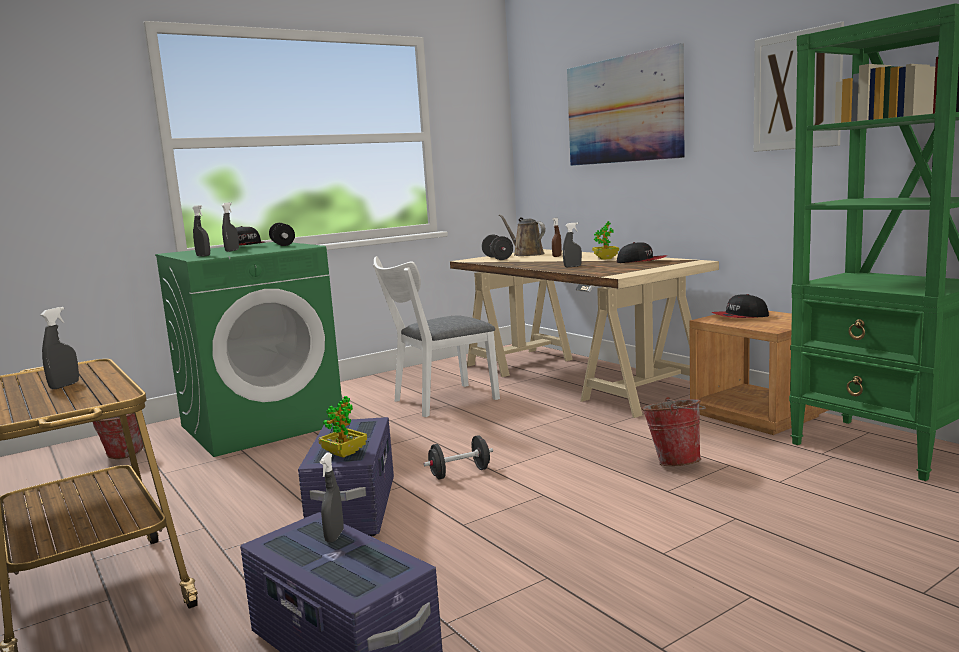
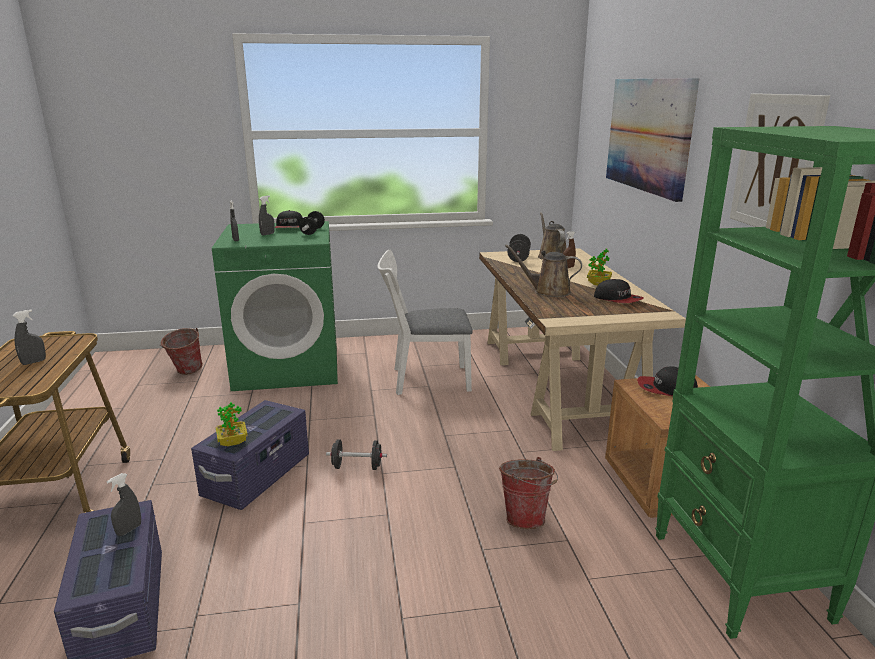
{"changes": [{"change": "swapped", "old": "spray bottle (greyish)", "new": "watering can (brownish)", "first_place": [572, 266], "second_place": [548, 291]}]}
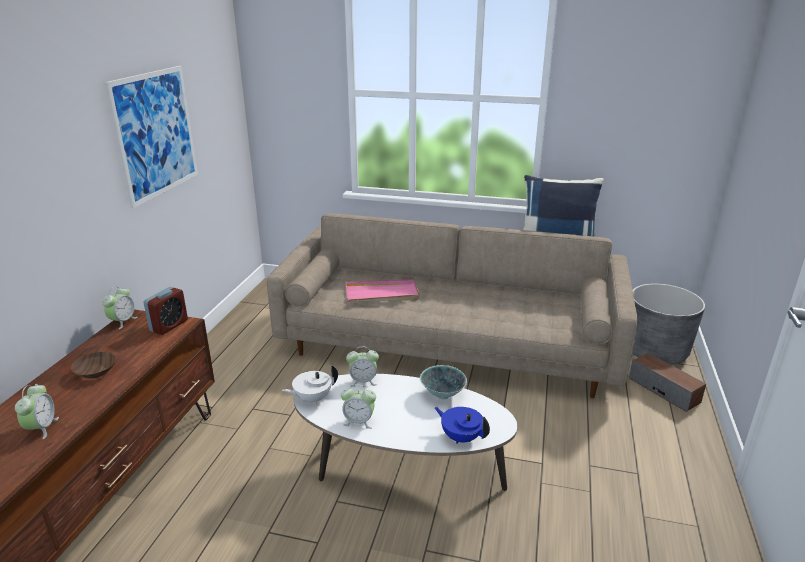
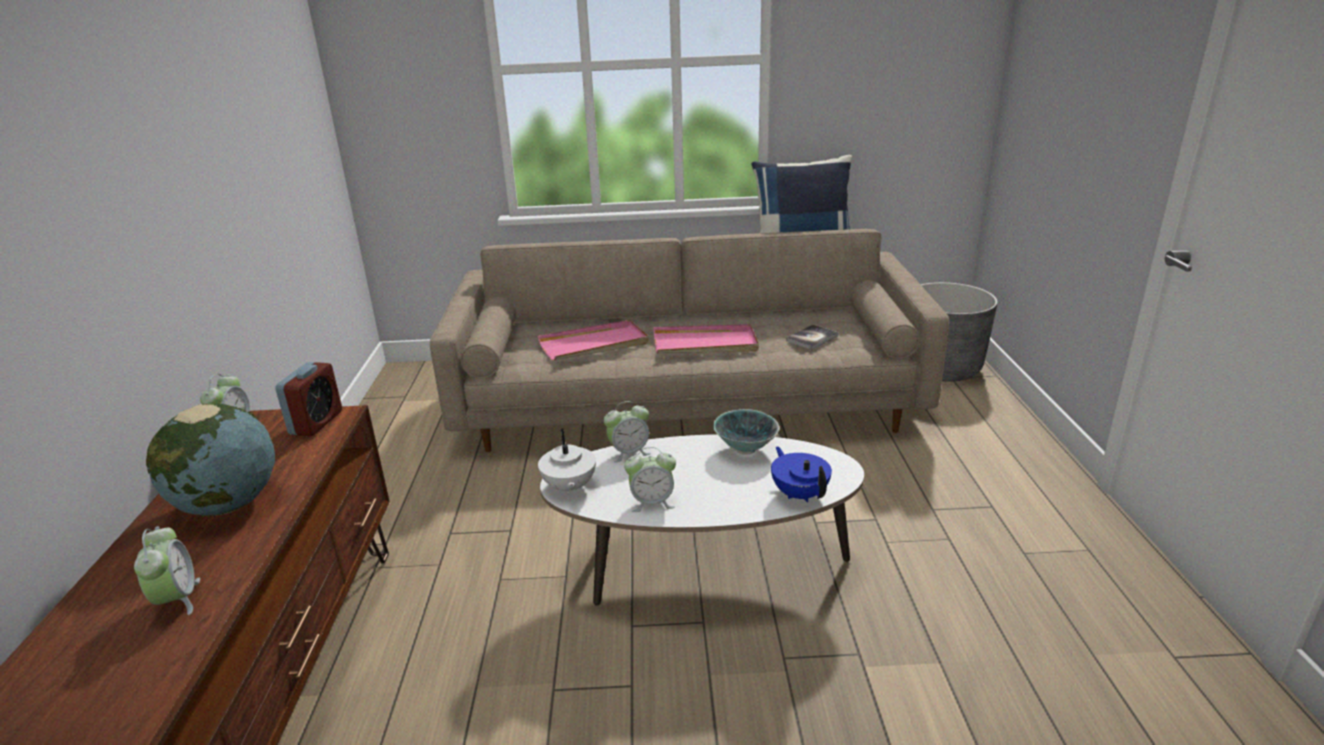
{"changes": [{"change": "gone", "old": "wall picture", "first_place": [155, 134]}, {"change": "swapped", "old": "serving bowl (brownish)", "new": "globe", "first_place": [95, 372], "second_place": [228, 505]}, {"change": "gone", "old": "loudspeaker", "first_place": [664, 390]}, {"change": "rotated", "old": "tea pot (white-coloured)", "first_place": [312, 398], "second_place": [569, 487], "degrees": -60}, {"change": "rotated", "old": "tea pot (blue-coloured)", "first_place": [461, 437], "second_place": [799, 494], "degrees": 45}, {"change": "new", "new": "tray (pink)", "second_place": [705, 344]}, {"change": "new", "new": "bound book", "second_place": [812, 338]}]}
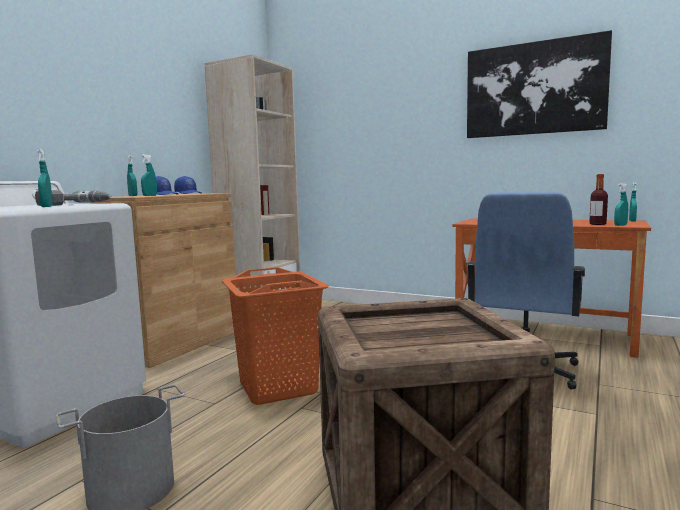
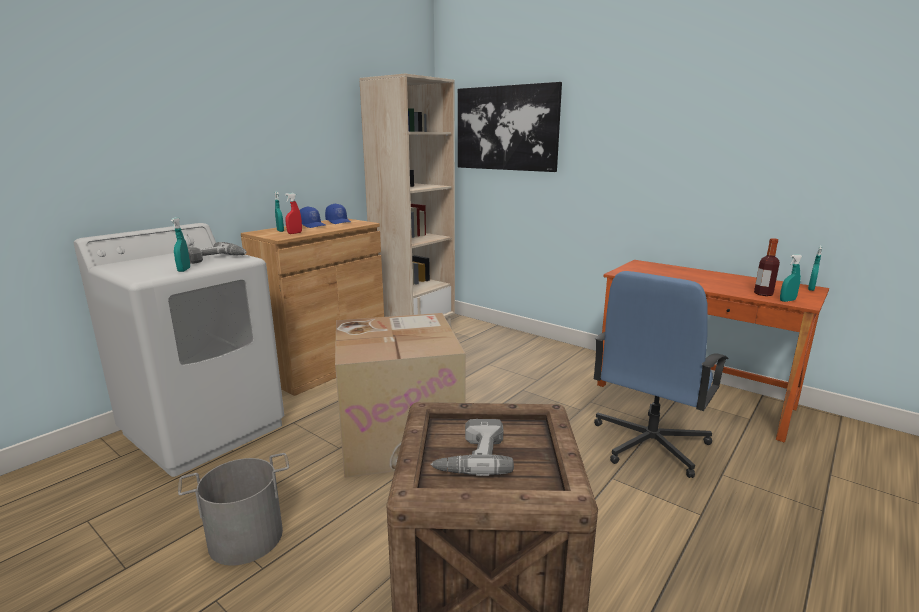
{"changes": [{"change": "shifted", "old": "wall picture", "first_place": [534, 88], "second_place": [506, 128]}, {"change": "repainted", "old": "spray bottle (blue-green)", "new": "spray bottle (red)", "first_place": [149, 195], "second_place": [294, 233]}, {"change": "swapped", "old": "hamper (orangey)", "new": "carton", "first_place": [278, 387], "second_place": [401, 435]}, {"change": "new", "new": "electric drill", "second_place": [471, 456]}]}
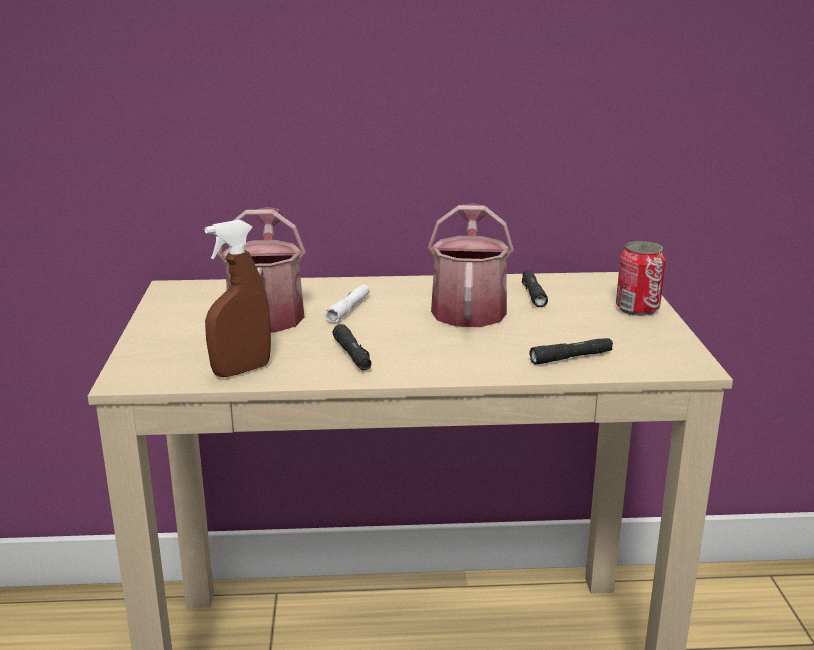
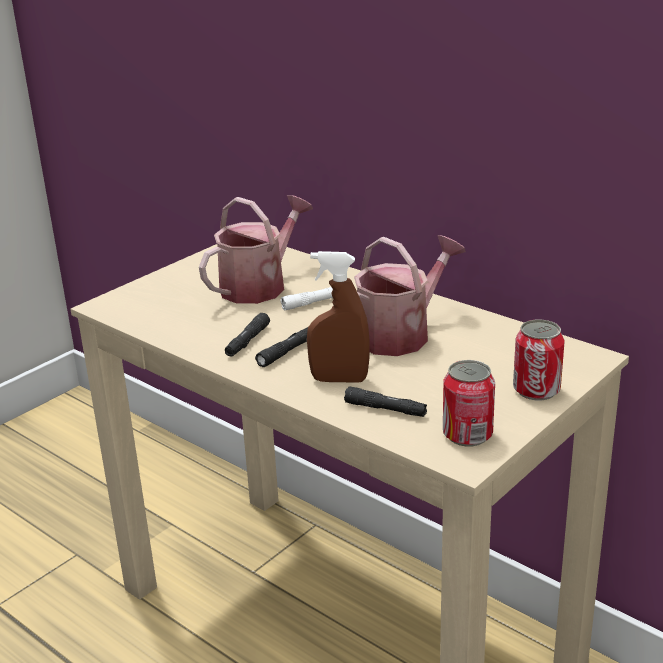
{"changes": [{"change": "shifted", "old": "spray bottle (brownish)", "first_place": [241, 370], "second_place": [339, 379]}, {"change": "shifted", "old": "hand torch (black-coloured)", "first_place": [533, 294], "second_place": [287, 352]}, {"change": "new", "new": "sealed can", "second_place": [467, 435]}]}
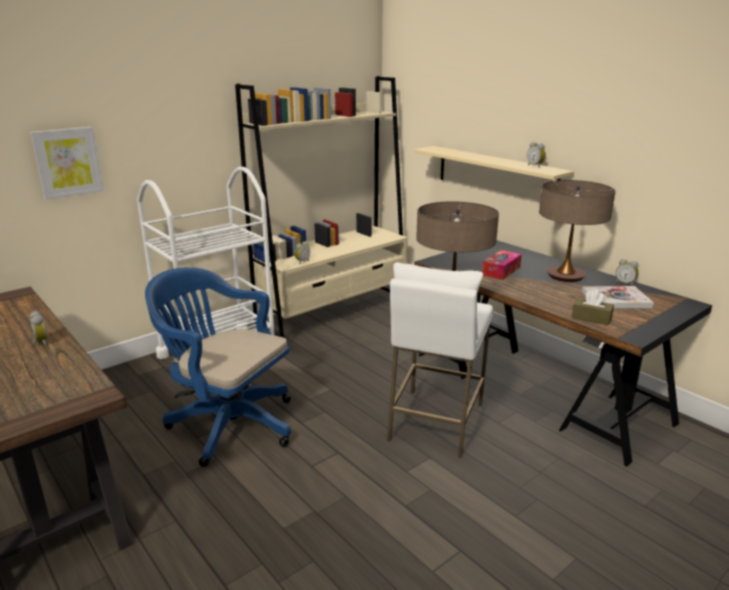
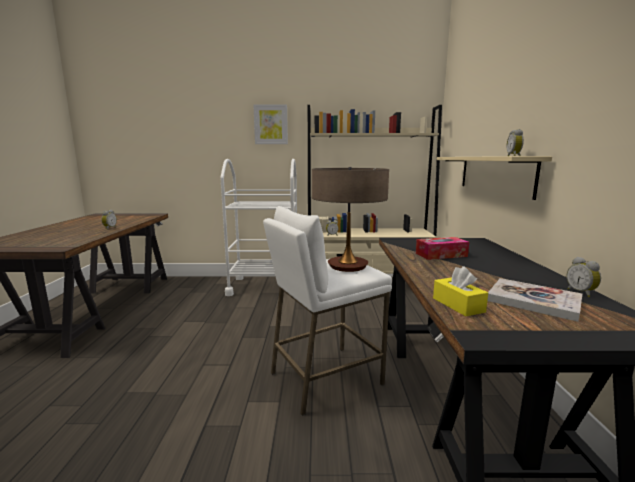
{"changes": [{"change": "shifted", "old": "wall picture", "first_place": [68, 162], "second_place": [271, 124]}, {"change": "gone", "old": "tabletop lamp", "first_place": [565, 276]}, {"change": "gone", "old": "office chair (blue-coloured)", "first_place": [227, 423]}, {"change": "repainted", "old": "tissue box (brownish)", "new": "tissue box (yellow-coloured)", "first_place": [591, 318], "second_place": [458, 305]}]}
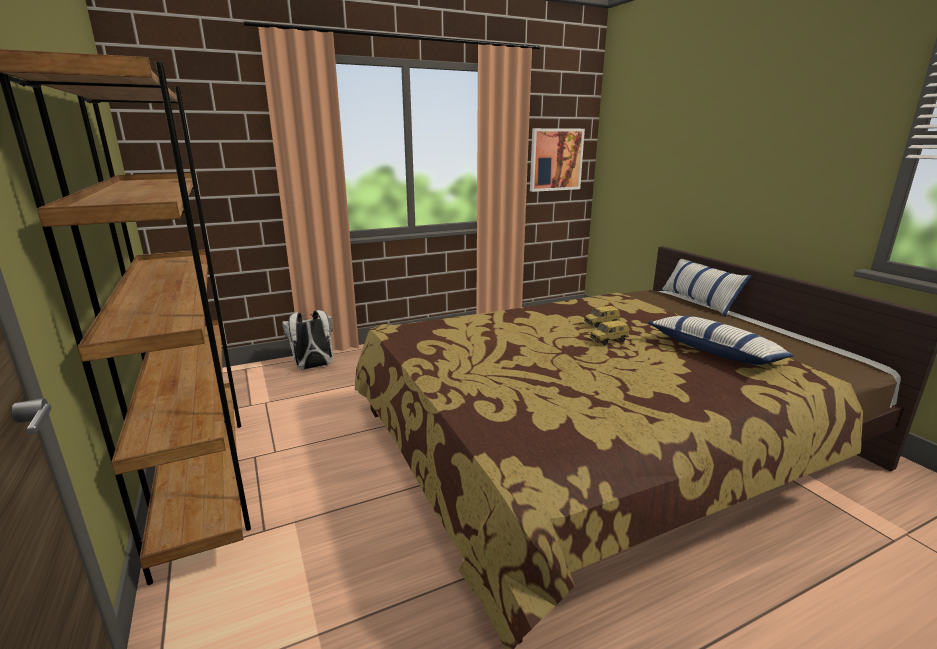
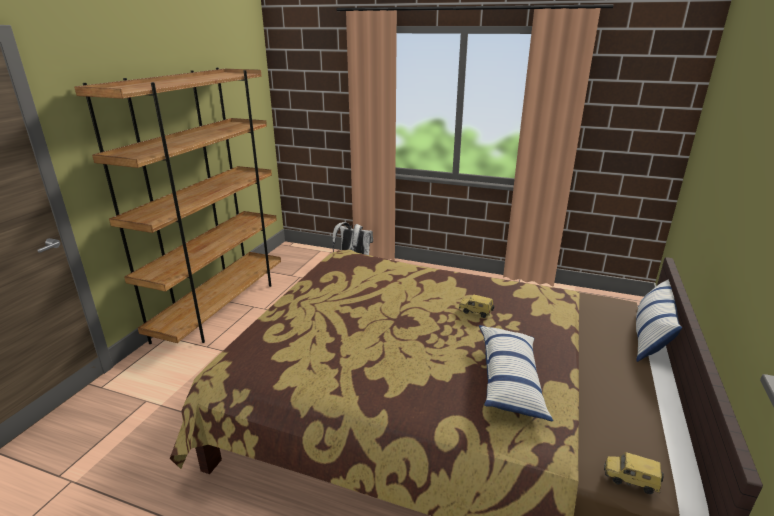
{"changes": [{"change": "gone", "old": "wall picture", "first_place": [555, 159]}, {"change": "shifted", "old": "miniature car", "first_place": [609, 341], "second_place": [630, 481]}]}
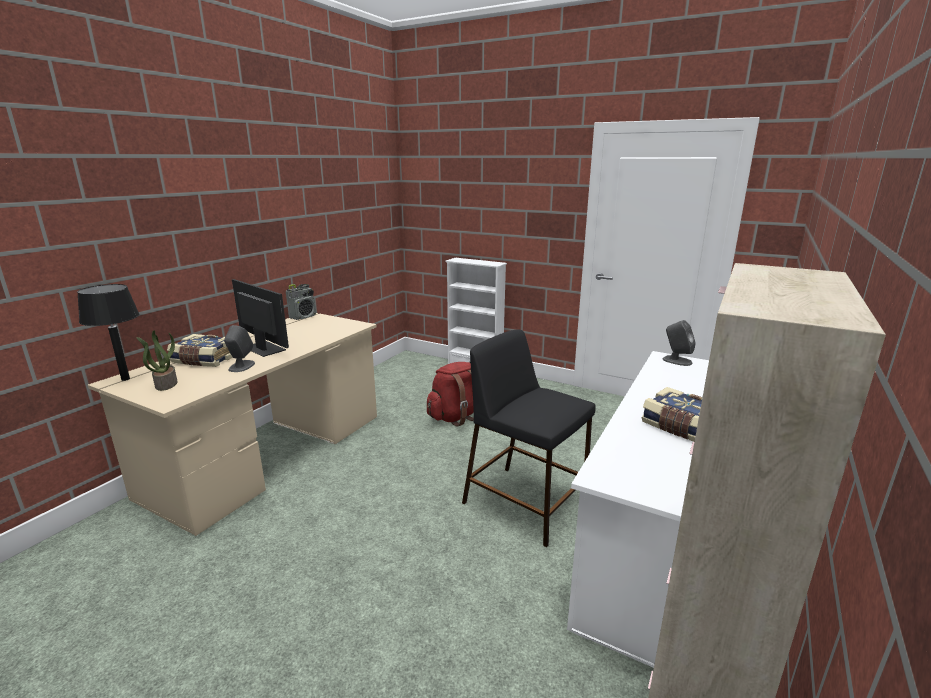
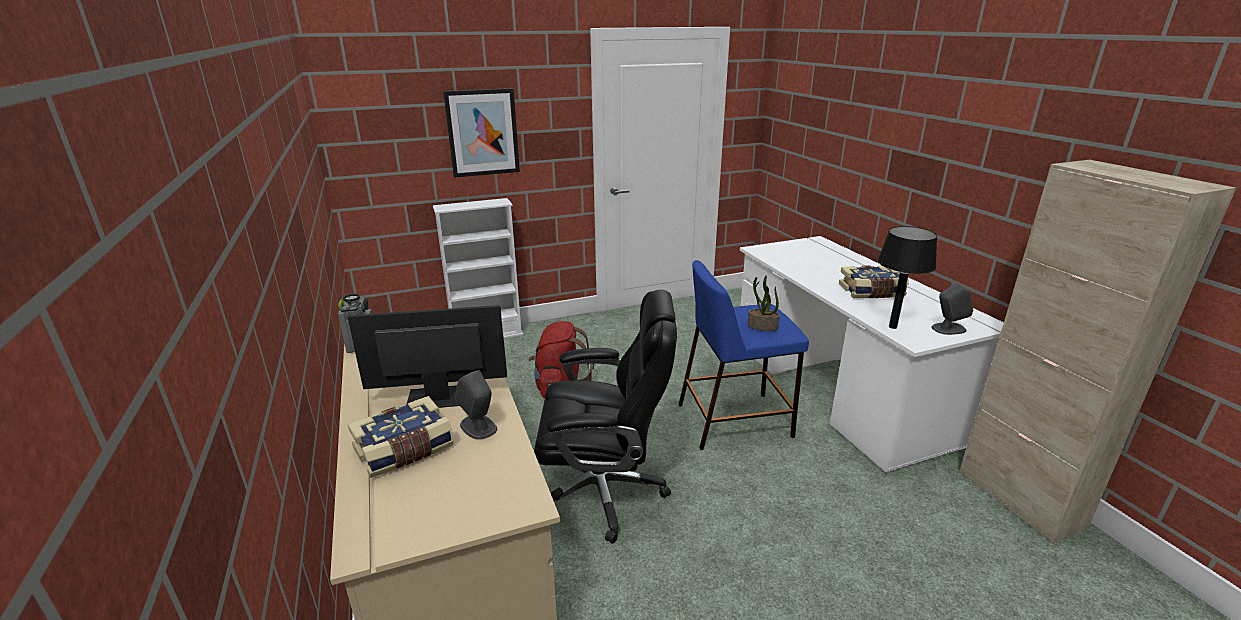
{"changes": [{"change": "shifted", "old": "tabletop lamp (black-coloured)", "first_place": [126, 379], "second_place": [892, 326]}, {"change": "shifted", "old": "loudspeaker (greyish)", "first_place": [676, 361], "second_place": [948, 329]}, {"change": "shifted", "old": "plant in a pot", "first_place": [165, 384], "second_place": [762, 326]}, {"change": "repainted", "old": "stool seat (black-coloured)", "new": "stool seat (blue-coloured)", "first_place": [526, 504], "second_place": [735, 420]}, {"change": "new", "new": "wall picture", "second_place": [482, 132]}, {"change": "new", "new": "office chair (black-coloured)", "second_place": [603, 491]}]}
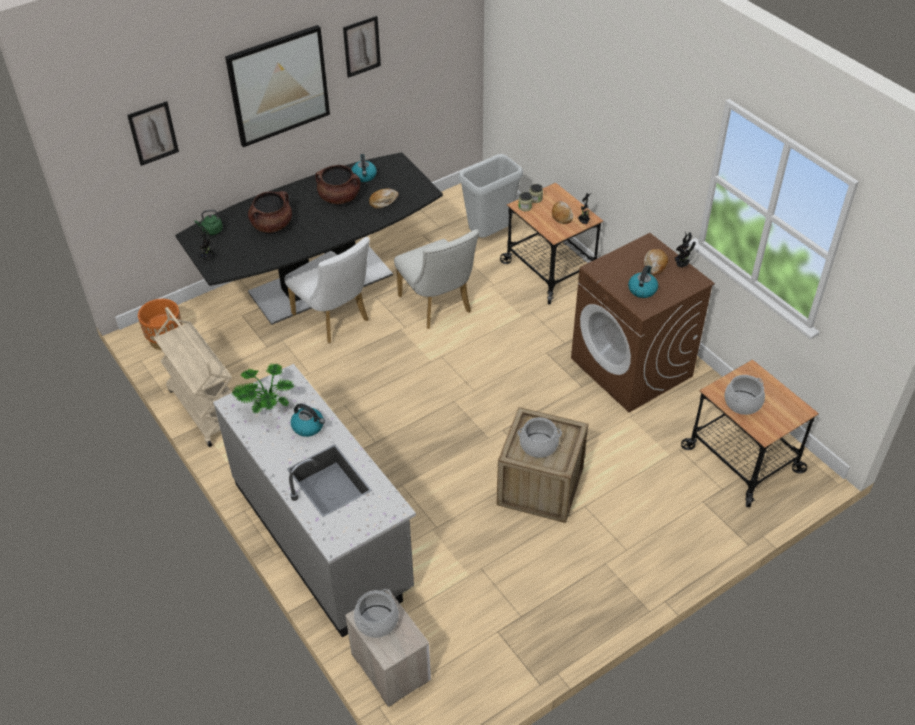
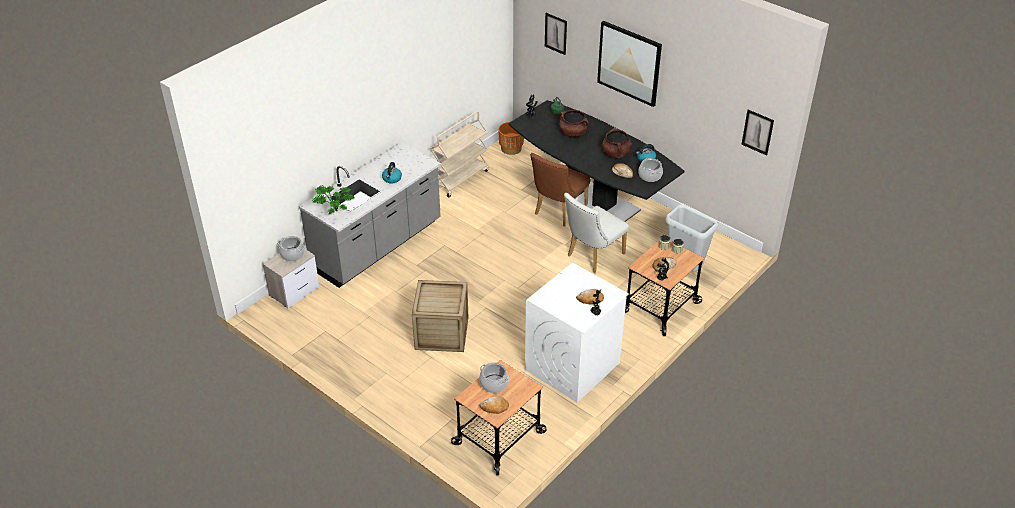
{"changes": [{"change": "shifted", "old": "wall picture", "first_place": [361, 46], "second_place": [757, 132]}, {"change": "repainted", "old": "laundry appliance (brownish)", "new": "laundry appliance (white-coloured)", "first_place": [632, 367], "second_place": [572, 366]}, {"change": "repainted", "old": "upright chair (white-coloured)", "new": "upright chair (brownish)", "first_place": [334, 320], "second_place": [558, 212]}, {"change": "gone", "old": "water kettle", "first_place": [642, 289]}, {"change": "shifted", "old": "plant in a pot", "first_place": [266, 406], "second_place": [334, 210]}, {"change": "shifted", "old": "saucepot", "first_place": [538, 445], "second_place": [649, 176]}, {"change": "new", "new": "bakery bread", "second_place": [494, 407]}]}
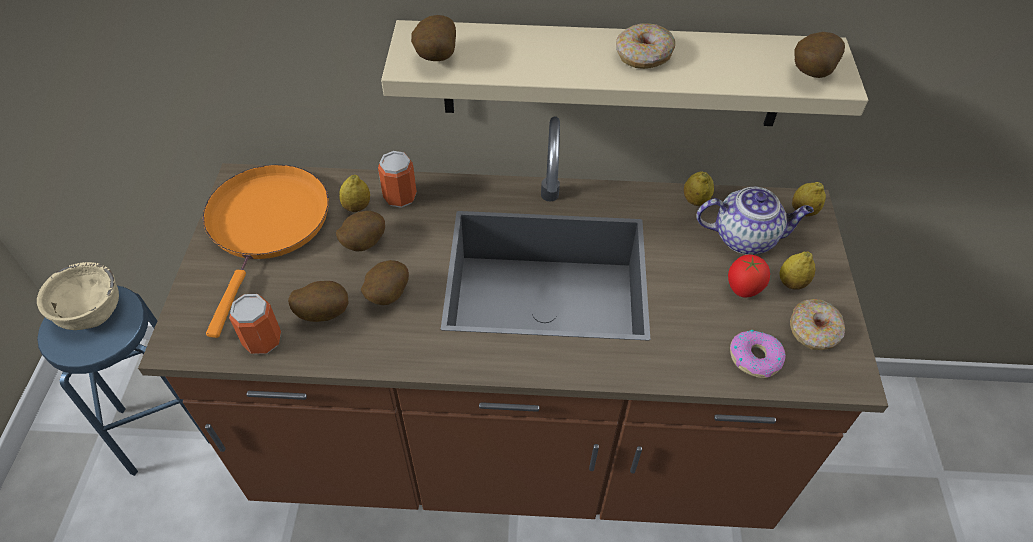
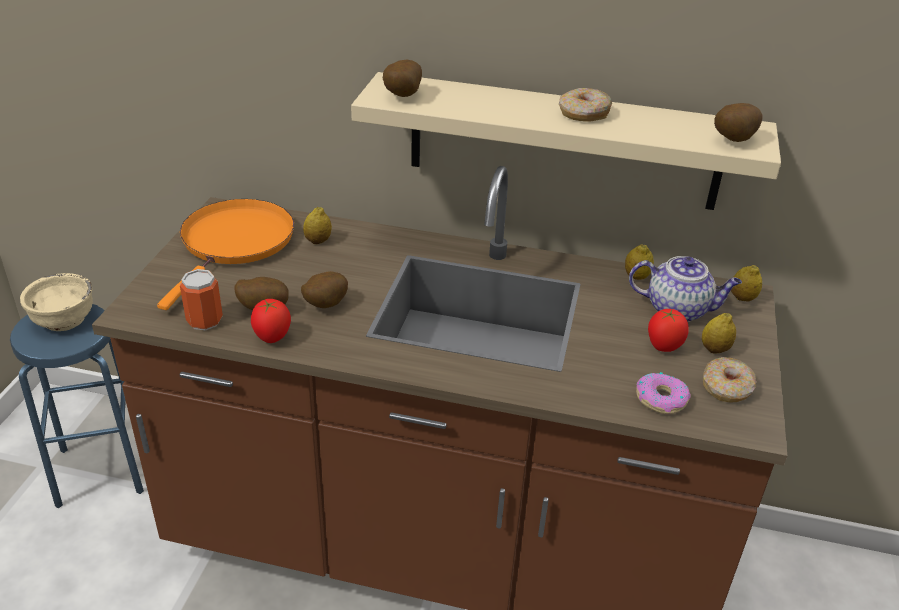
{"changes": [{"change": "gone", "old": "sealed can", "first_place": [400, 197]}, {"change": "gone", "old": "spud", "first_place": [362, 244]}, {"change": "new", "new": "whole tomato", "second_place": [272, 338]}]}
